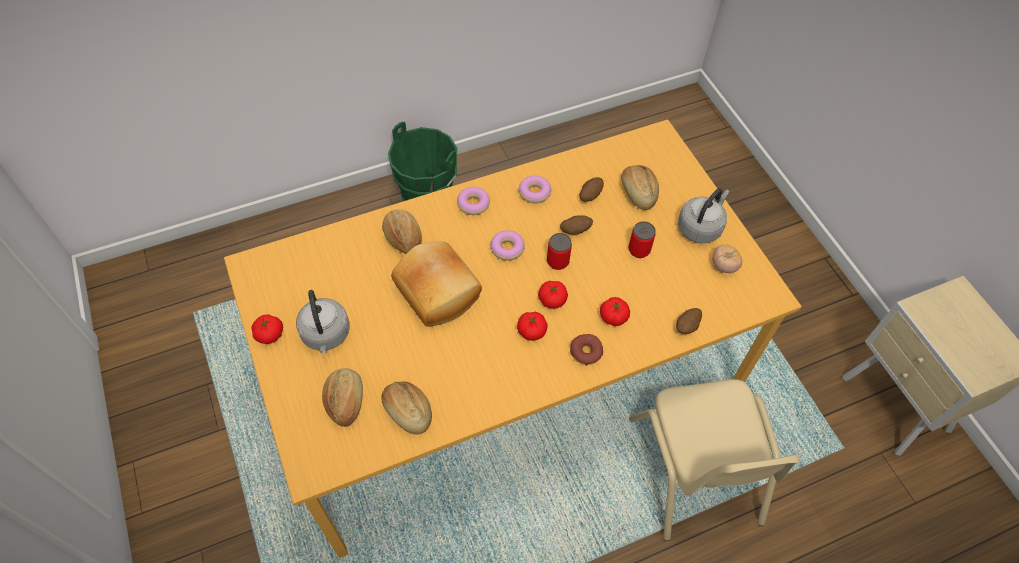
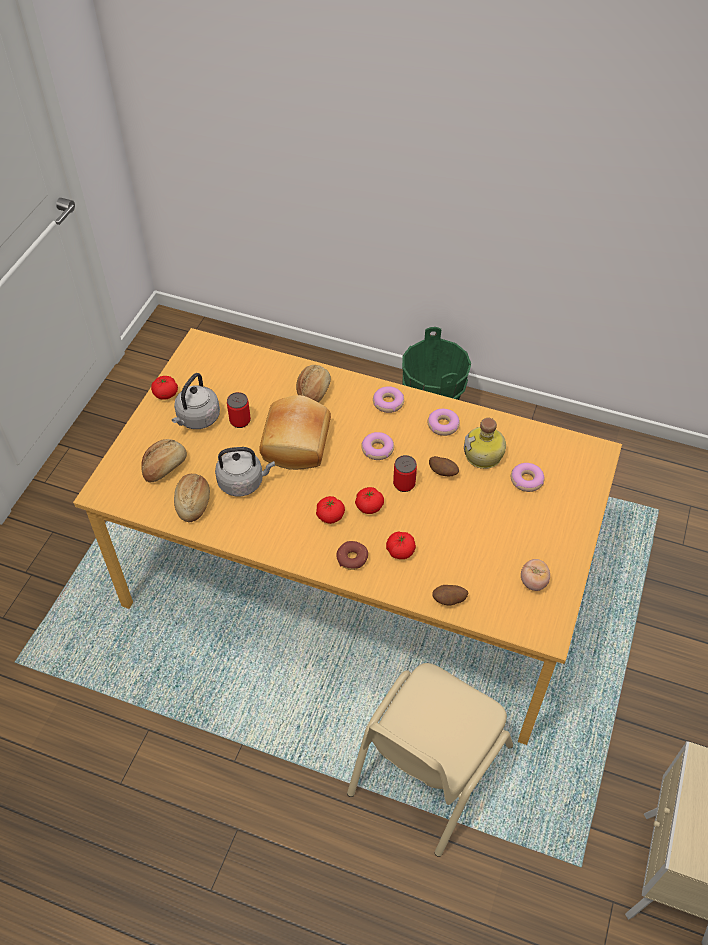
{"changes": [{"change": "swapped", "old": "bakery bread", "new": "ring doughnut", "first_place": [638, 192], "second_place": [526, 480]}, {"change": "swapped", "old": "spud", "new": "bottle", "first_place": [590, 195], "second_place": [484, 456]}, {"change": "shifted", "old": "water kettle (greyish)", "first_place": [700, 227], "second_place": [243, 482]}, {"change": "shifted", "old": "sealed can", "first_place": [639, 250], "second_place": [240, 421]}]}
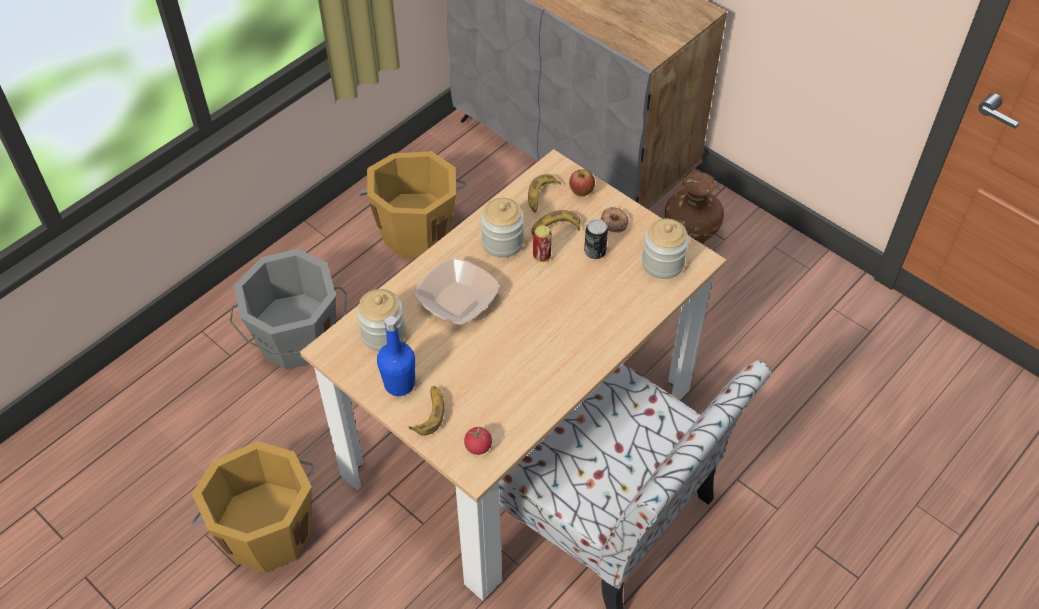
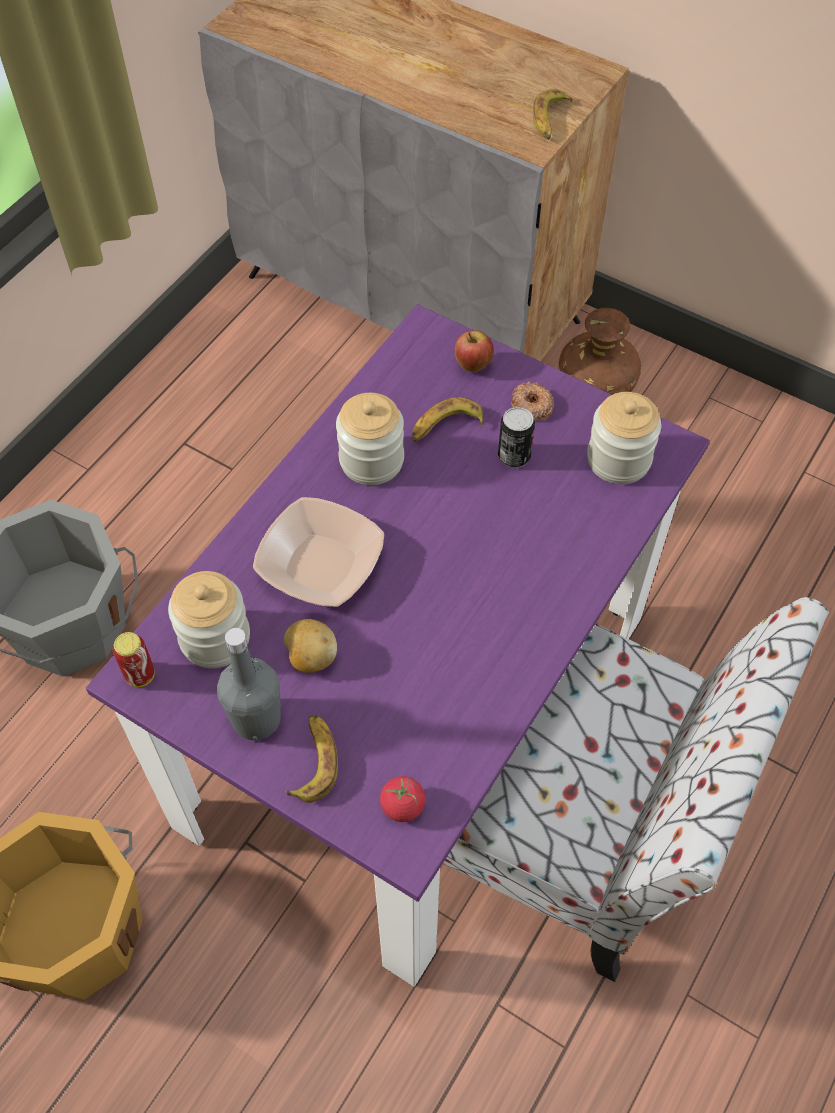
{"changes": [{"change": "repainted", "old": "dining table (sand-coloured)", "new": "dining table (purplish)", "first_place": [519, 433], "second_place": [417, 720]}, {"change": "gone", "old": "water bucket (orangey)", "first_place": [417, 231]}, {"change": "shifted", "old": "banana", "first_place": [541, 197], "second_place": [549, 120]}, {"change": "shifted", "old": "sealed can", "first_place": [541, 256], "second_place": [140, 675]}, {"change": "repainted", "old": "bottle (blue-coloured)", "new": "bottle (greyish)", "first_place": [399, 384], "second_place": [256, 719]}, {"change": "new", "new": "spud", "second_place": [311, 657]}]}
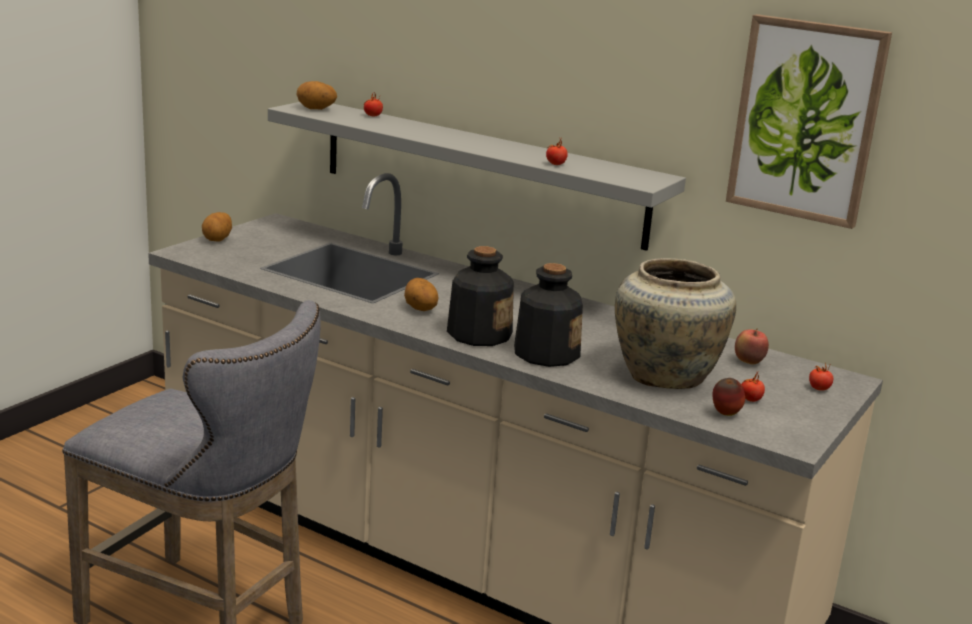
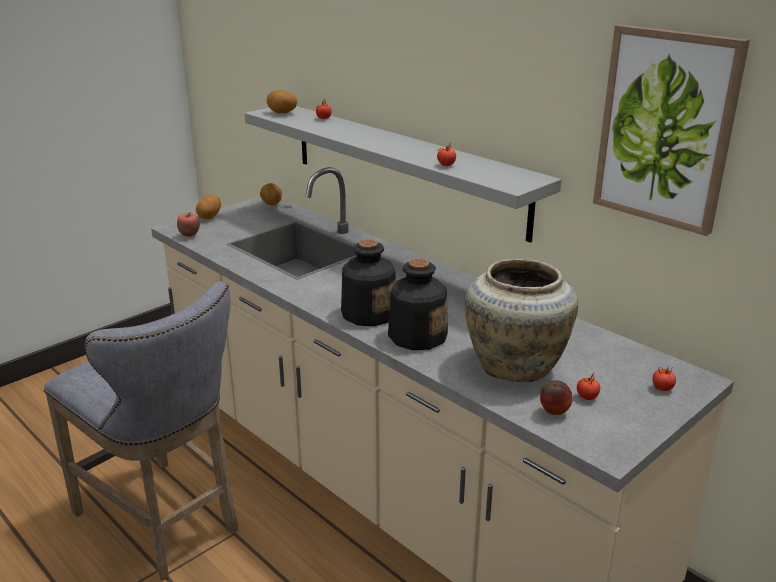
{"changes": [{"change": "shifted", "old": "spud", "first_place": [420, 309], "second_place": [271, 204]}, {"change": "shifted", "old": "whole apple", "first_place": [749, 362], "second_place": [189, 235]}]}
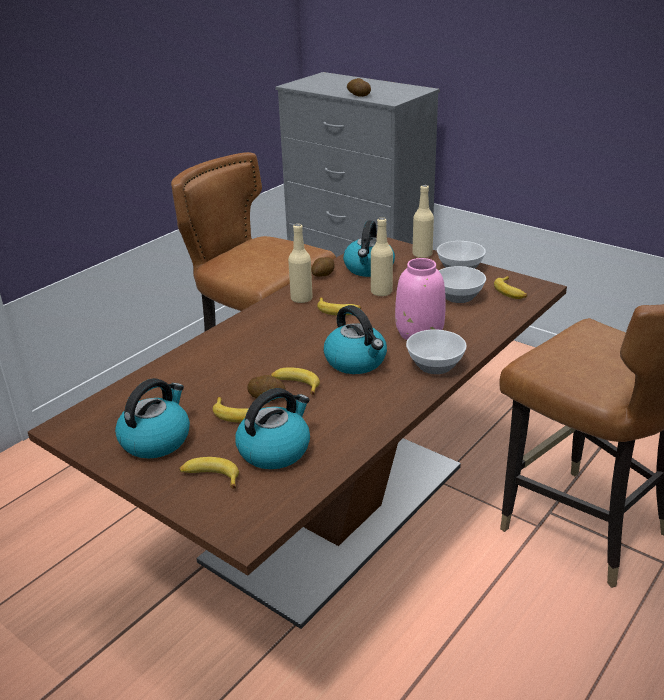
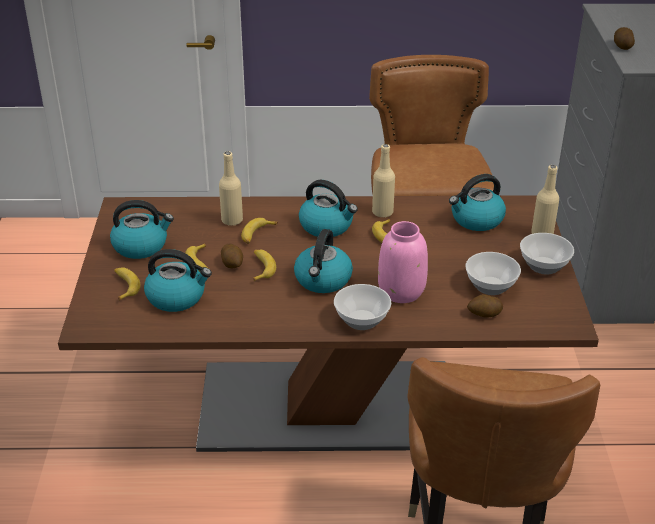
{"changes": [{"change": "shifted", "old": "bottle (sand-coloured)", "first_place": [381, 292], "second_place": [232, 220]}, {"change": "shifted", "old": "spud", "first_place": [323, 275], "second_place": [484, 314]}, {"change": "shifted", "old": "banana", "first_place": [511, 292], "second_place": [256, 235]}, {"change": "new", "new": "water kettle", "second_place": [327, 226]}]}
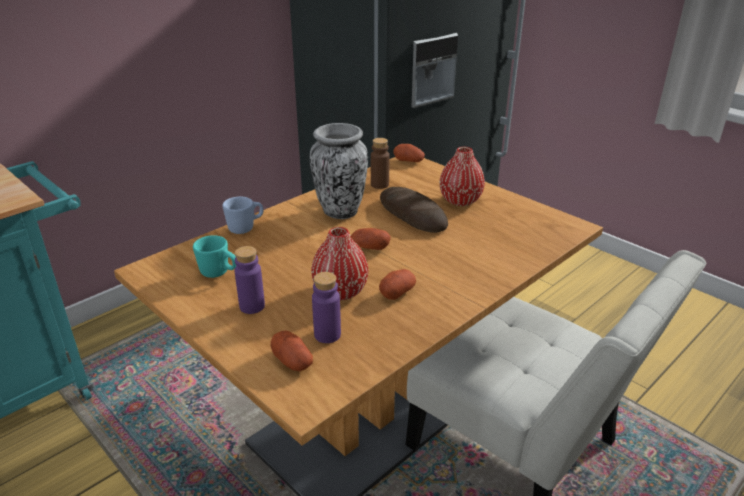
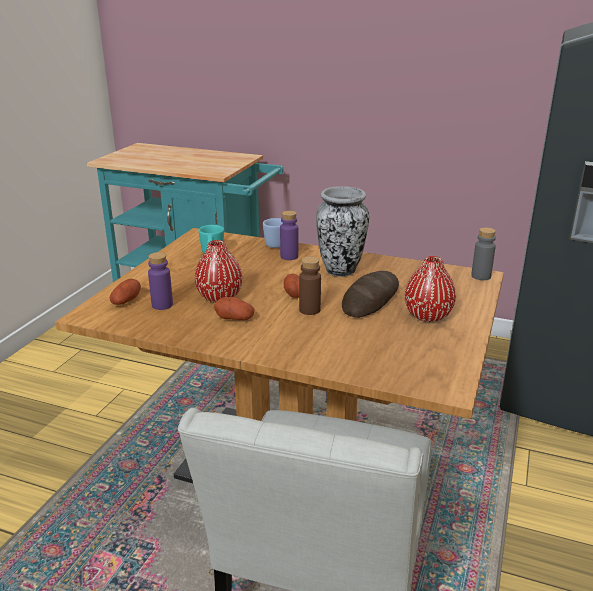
{"changes": [{"change": "shifted", "old": "bottle (brownish)", "first_place": [379, 185], "second_place": [309, 310]}, {"change": "swapped", "old": "spud", "new": "bottle (greyish)", "first_place": [409, 161], "second_place": [481, 276]}, {"change": "shifted", "old": "bottle (purplish)", "first_place": [252, 306], "second_place": [289, 256]}]}
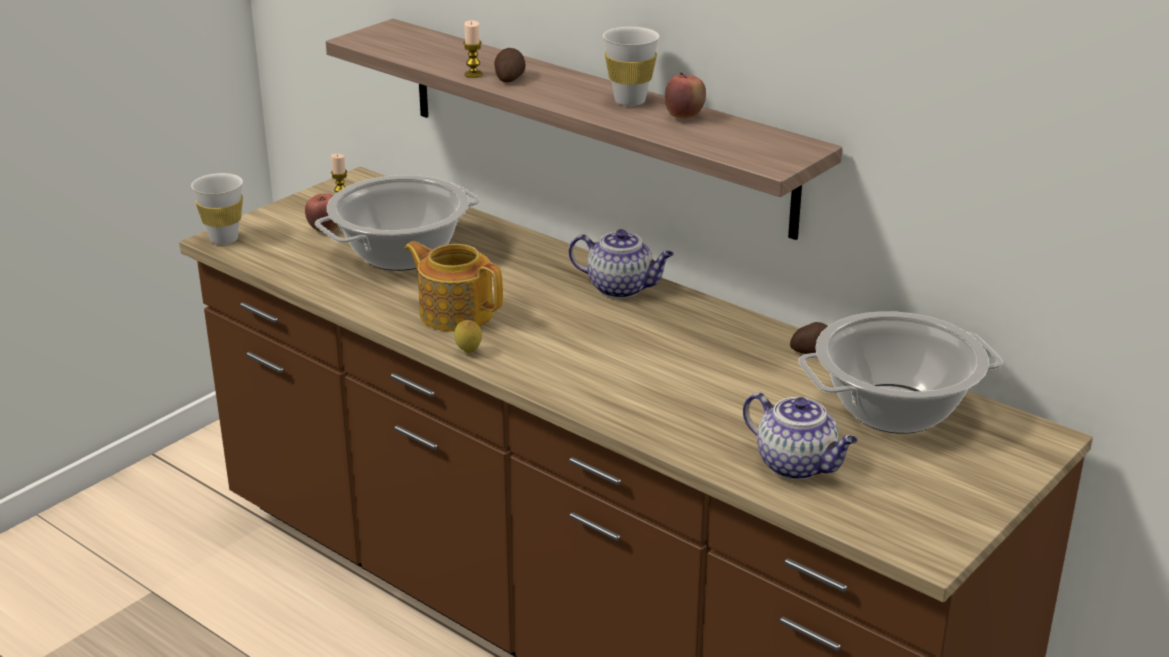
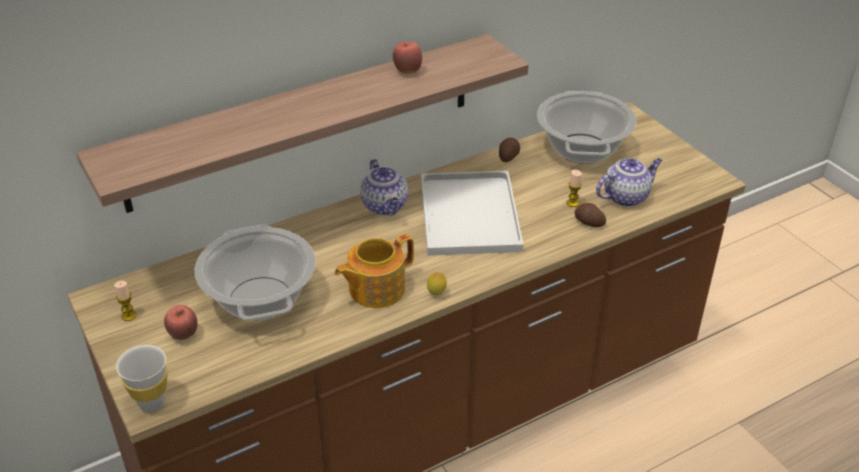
{"changes": [{"change": "shifted", "old": "candle", "first_place": [473, 74], "second_place": [572, 203]}, {"change": "gone", "old": "small cup (white-coloured)", "first_place": [630, 101]}, {"change": "shifted", "old": "spud", "first_place": [509, 78], "second_place": [588, 223]}, {"change": "rotated", "old": "tea pot", "first_place": [621, 288], "second_place": [385, 206], "degrees": 120}, {"change": "new", "new": "tray (white-coloured)", "second_place": [468, 213]}]}
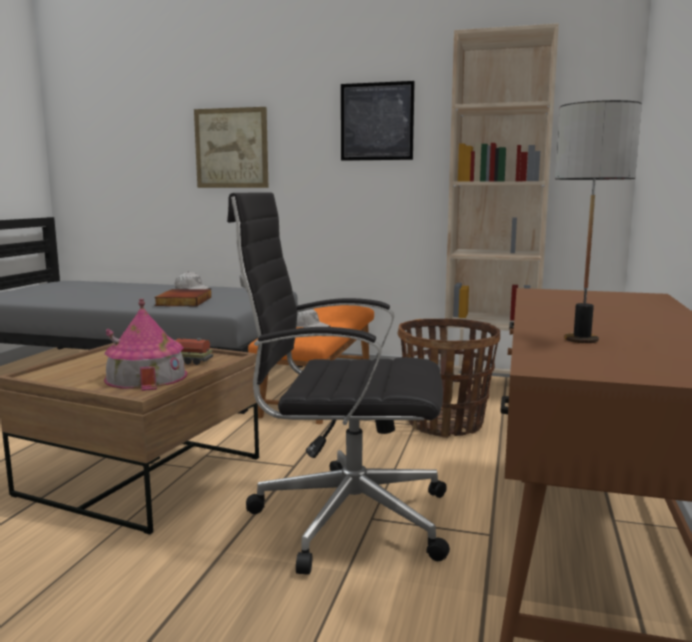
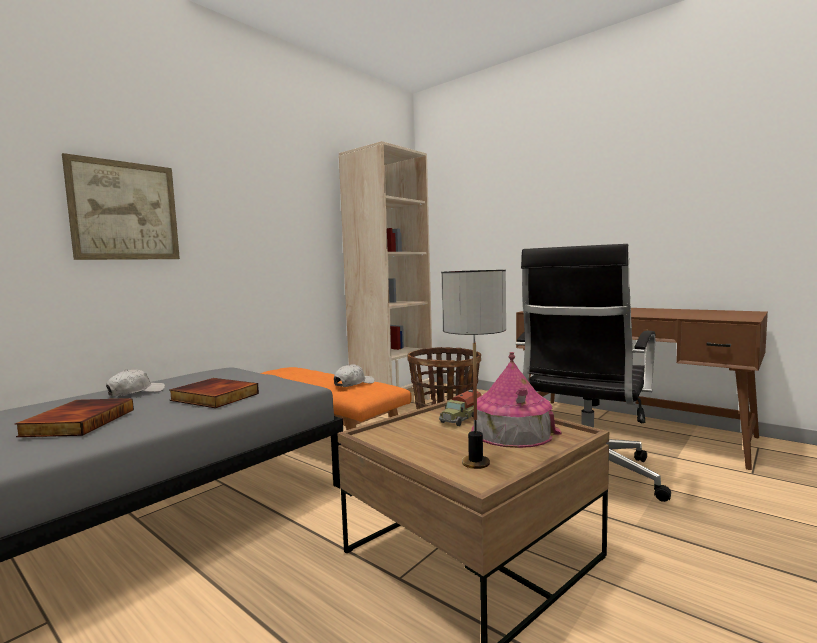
{"changes": [{"change": "gone", "old": "wall picture", "first_place": [377, 121]}, {"change": "shifted", "old": "tabletop lamp", "first_place": [581, 340], "second_place": [476, 463]}, {"change": "new", "new": "bound book", "second_place": [78, 422]}]}
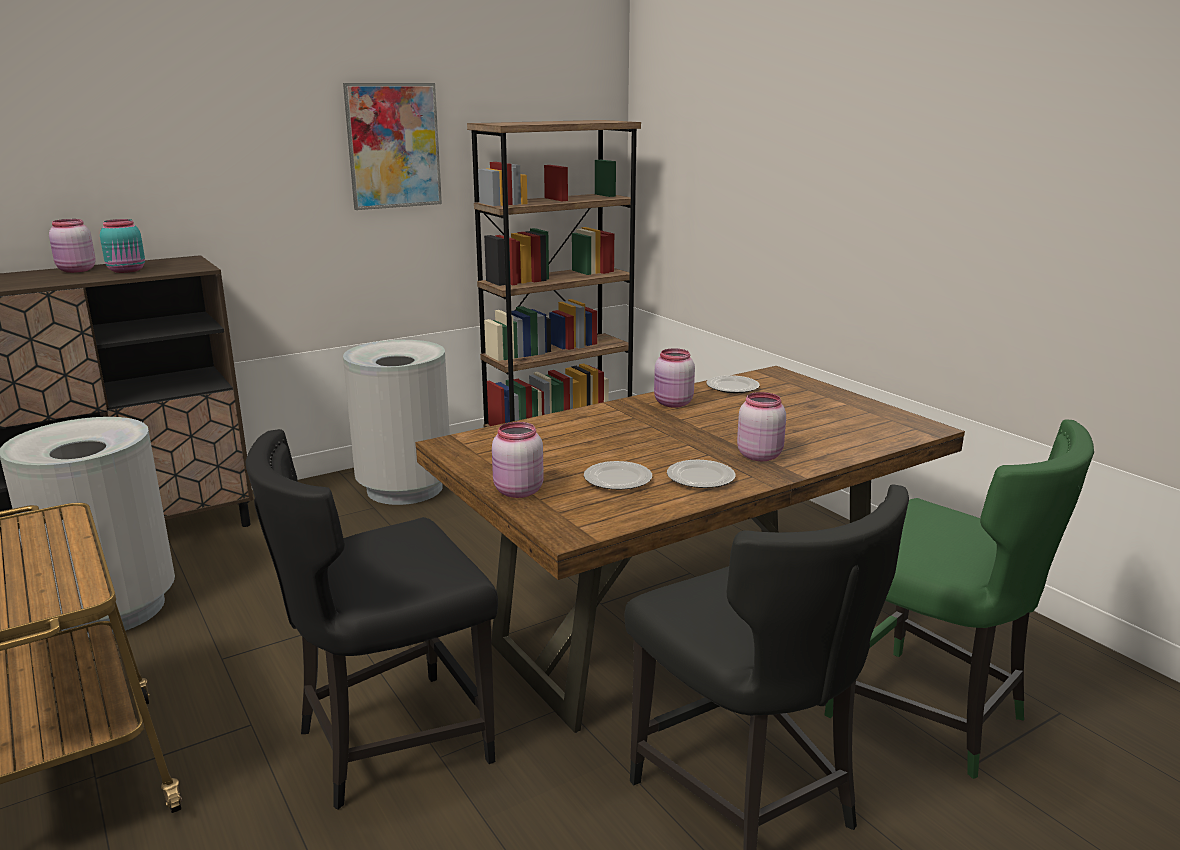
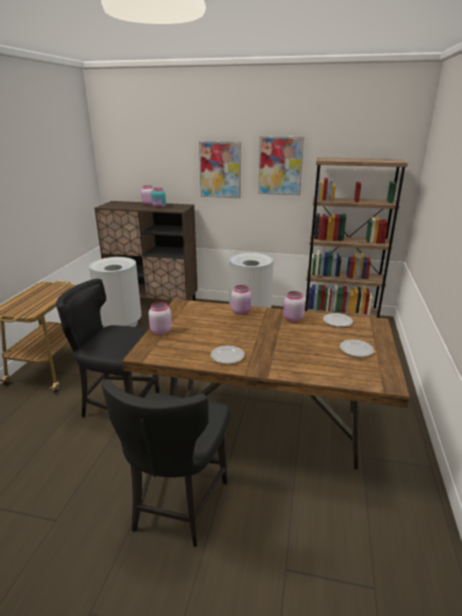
{"changes": [{"change": "shifted", "old": "preserve jar (pink)", "first_place": [759, 455], "second_place": [241, 311]}, {"change": "gone", "old": "upright chair (greenish)", "first_place": [930, 715]}, {"change": "shifted", "old": "dinner plate", "first_place": [617, 479], "second_place": [356, 350]}, {"change": "new", "new": "wall picture", "second_place": [220, 170]}]}
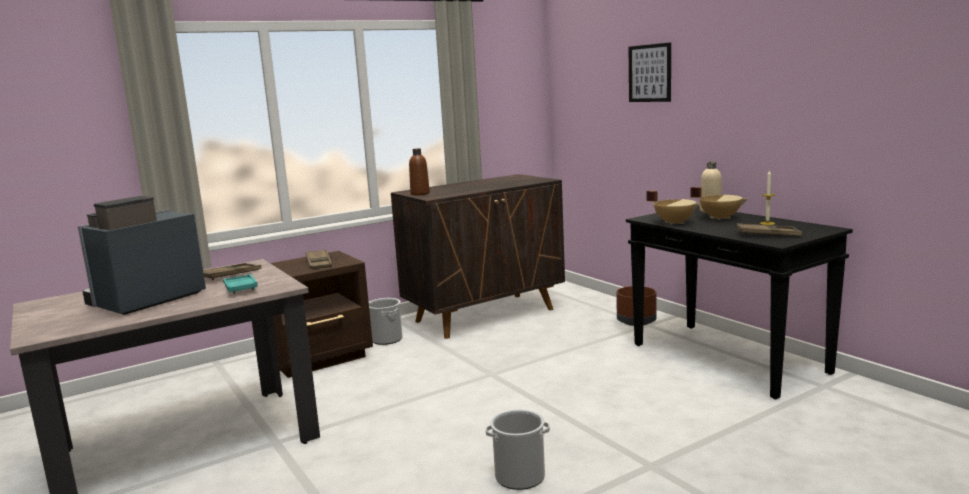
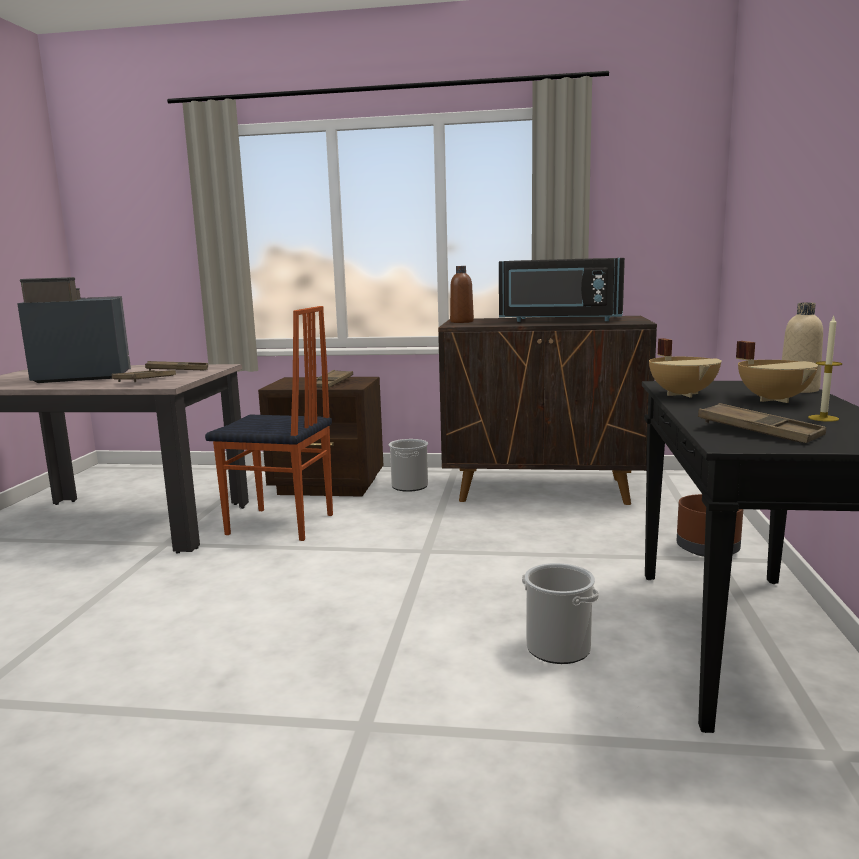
{"changes": [{"change": "gone", "old": "wall picture", "first_place": [650, 73]}, {"change": "repainted", "old": "tray (blue-green)", "new": "tray (brownish)", "first_place": [240, 288], "second_place": [145, 380]}, {"change": "shifted", "old": "water bucket", "first_place": [520, 476], "second_place": [558, 648]}, {"change": "new", "new": "microwave oven (black-coloured)", "second_place": [560, 320]}, {"change": "new", "new": "upright chair", "second_place": [280, 525]}]}
